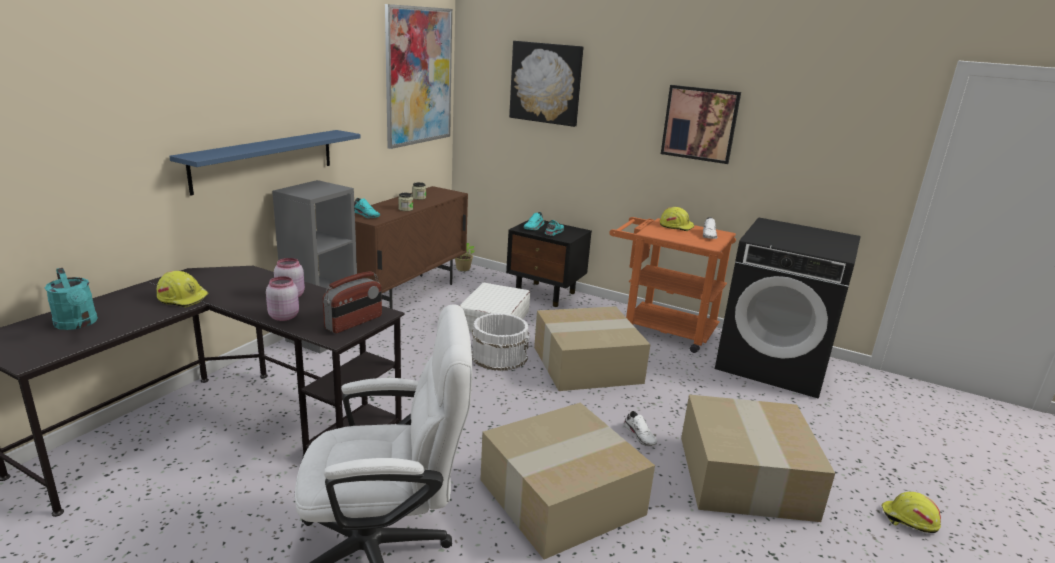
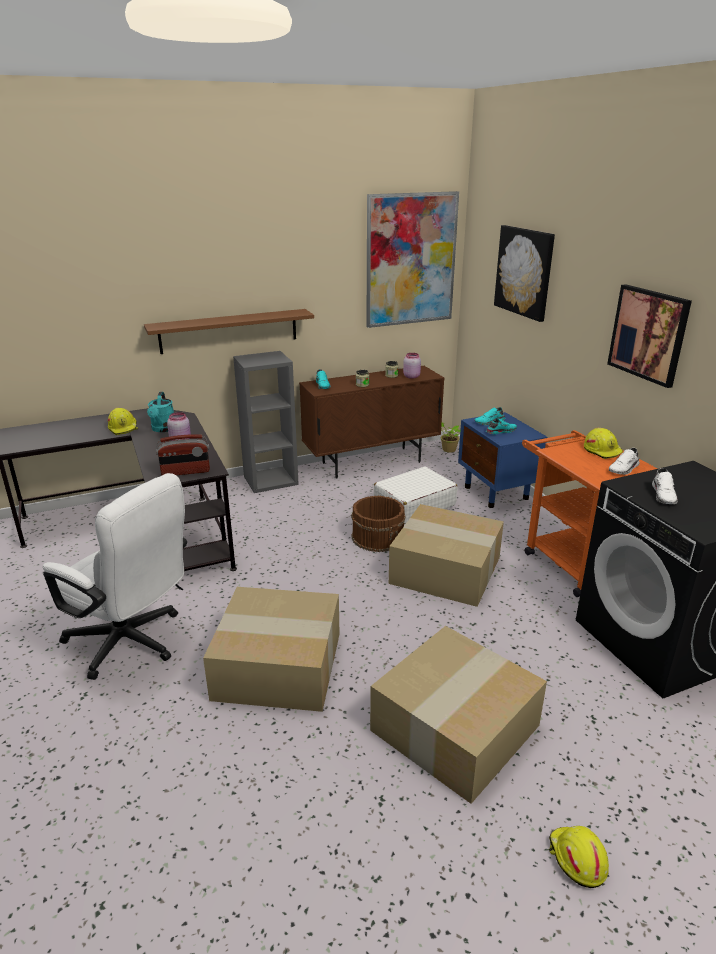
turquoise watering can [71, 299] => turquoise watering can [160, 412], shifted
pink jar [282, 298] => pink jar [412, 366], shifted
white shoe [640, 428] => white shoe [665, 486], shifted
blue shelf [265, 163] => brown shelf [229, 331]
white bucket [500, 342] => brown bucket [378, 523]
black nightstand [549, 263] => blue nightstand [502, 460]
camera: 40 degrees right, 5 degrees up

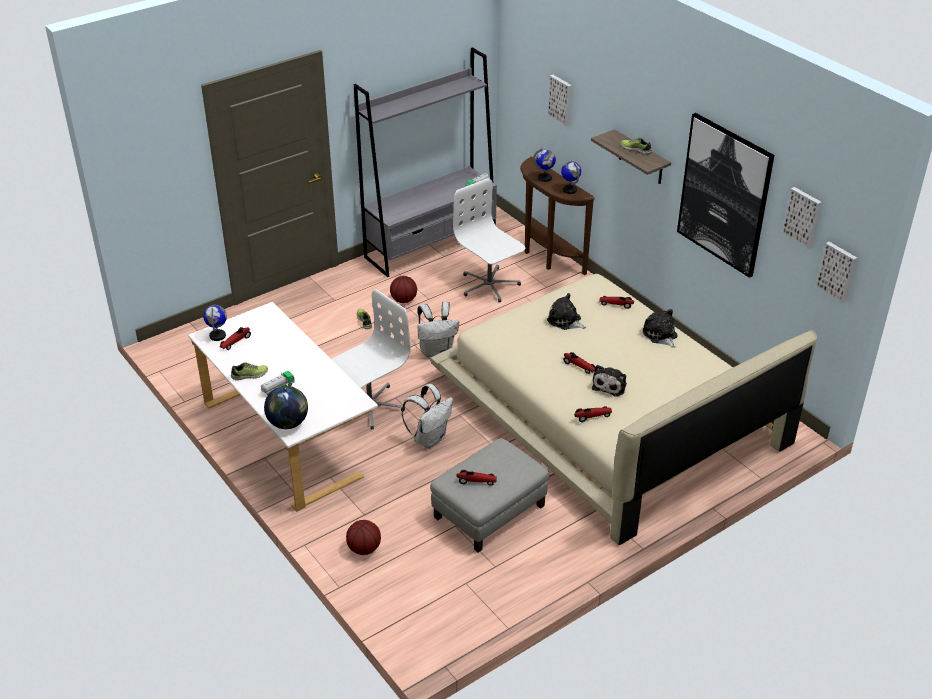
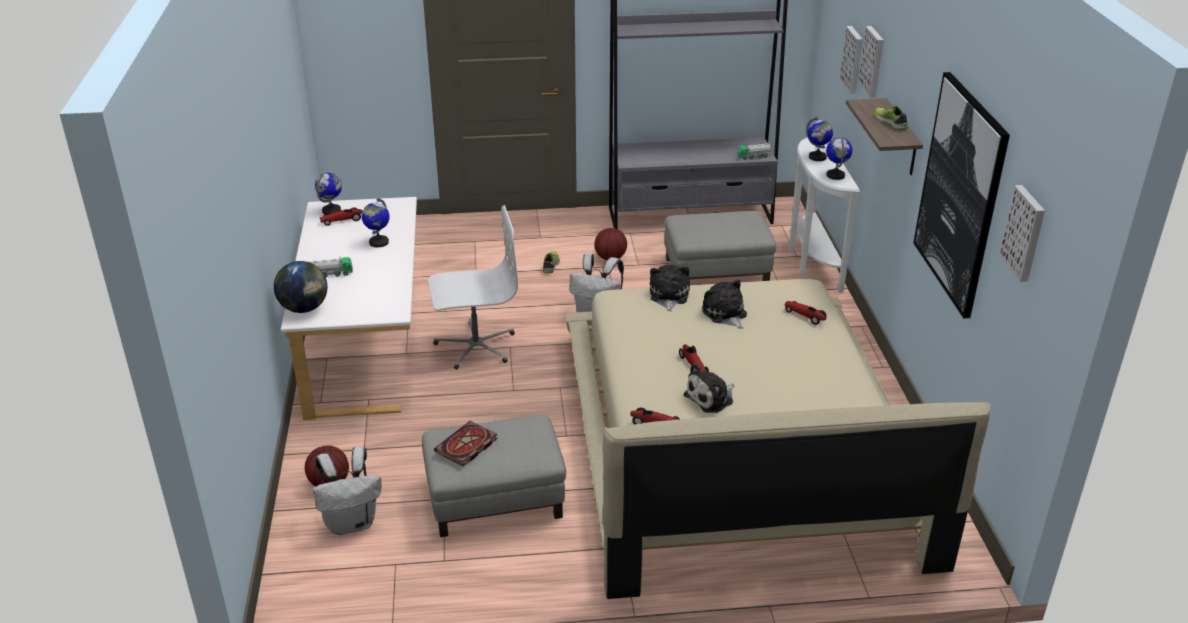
shoe [249, 371] => nothing
nothing => globe [375, 222]
white backpack [427, 416] => white backpack [347, 490], shifted
plush toy [660, 328] => plush toy [670, 288], shifted
picture [836, 272] => picture [871, 61], shifted
white office chair [489, 240] => grey ottoman [720, 246]
toy car [476, 478] => book [466, 443]
brown console table [557, 215] => white console table [824, 215]
camera: 30 degrees right, 5 degrees down

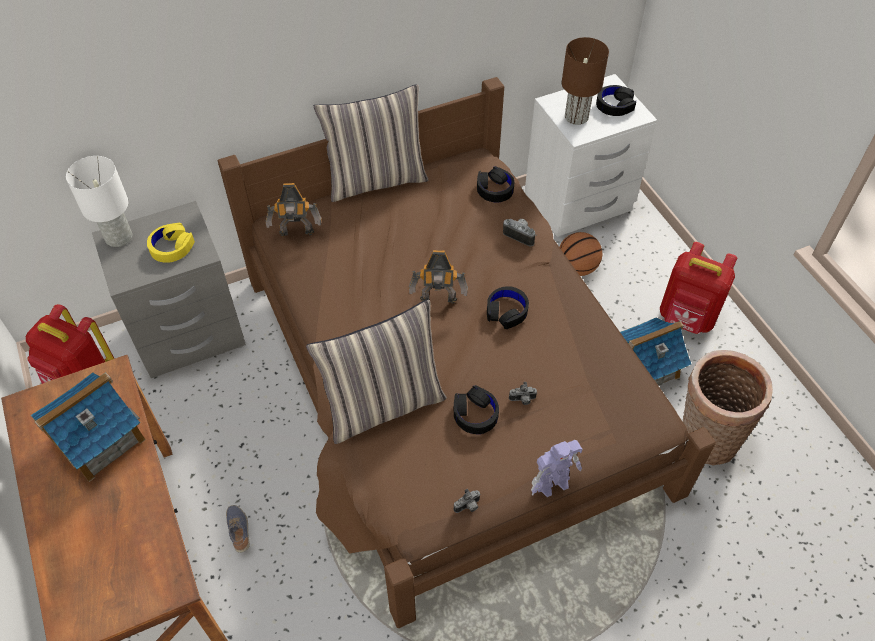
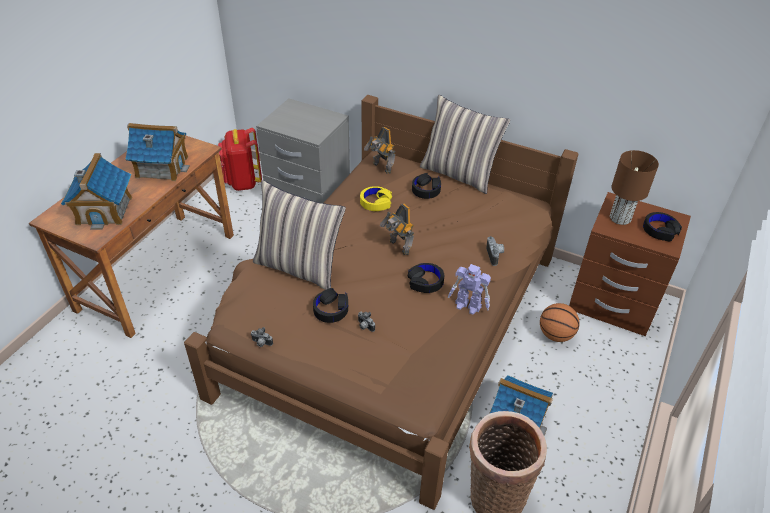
white table lamp [99, 201] => nothing
shoe [238, 529] => nothing
red backpack [698, 288] => nothing
nothing => toy house [96, 191]
yellow headphones [171, 243] => yellow headphones [376, 198], shifted
black headphones [495, 184] => black headphones [426, 186], shifted
toy robot [556, 468] => toy robot [469, 289], shifted
white nightstand [591, 155] => brown nightstand [630, 264]
camera: 50 degrees right, 10 degrees down

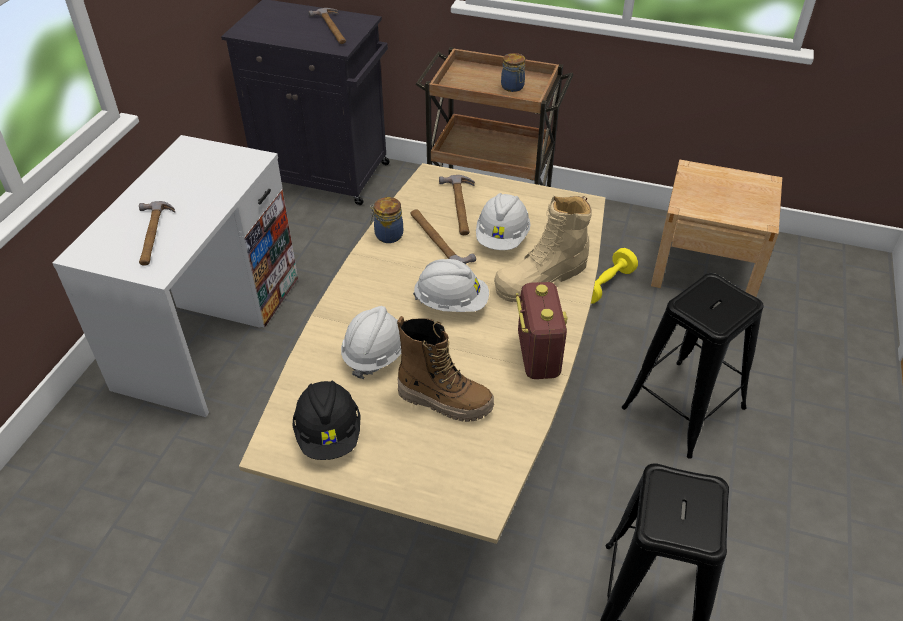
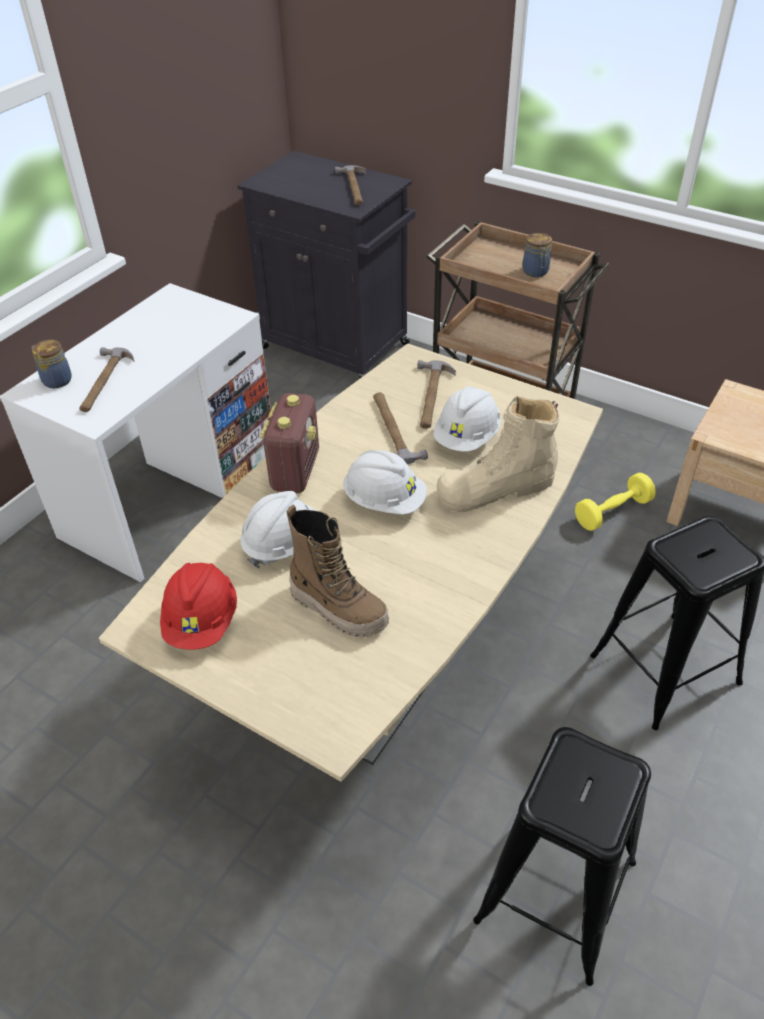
jar [386, 220] => jar [51, 364], shifted
radio [541, 330] => radio [289, 443], shifted
black hard hat [326, 420] => red hard hat [198, 606]
camera: 15 degrees right, 0 degrees up

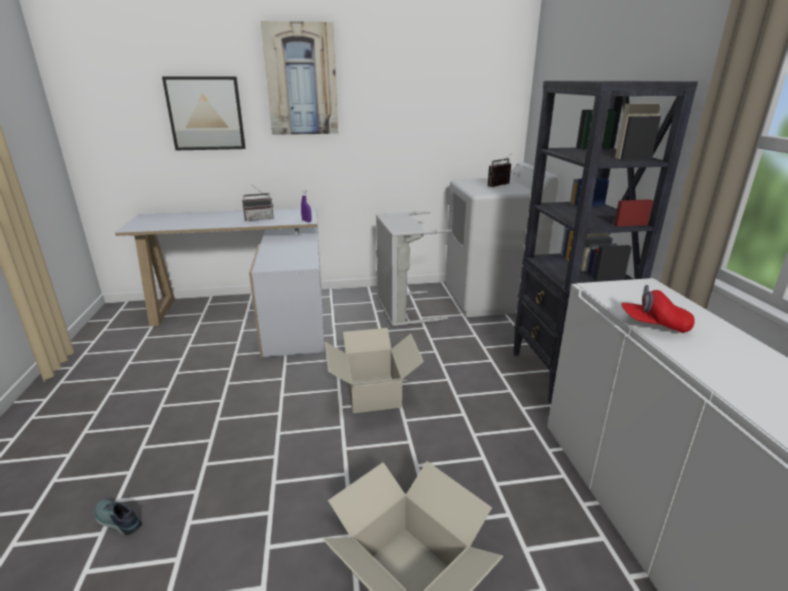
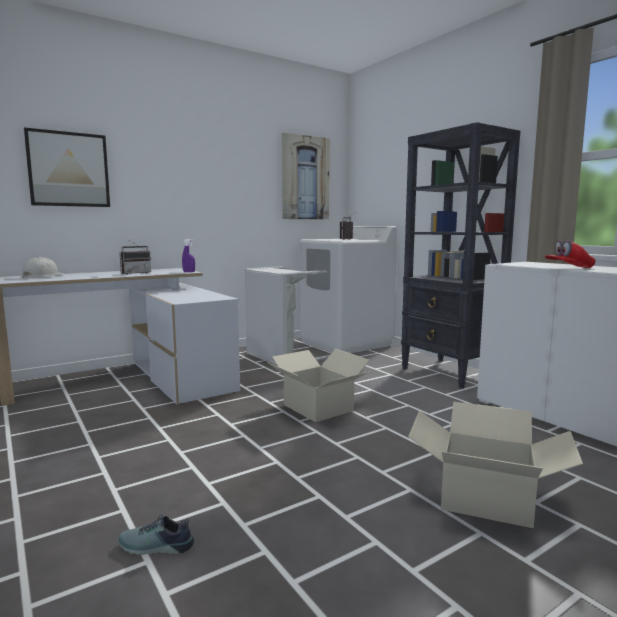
nothing => white hard hat [43, 267]
picture [299, 78] => picture [305, 176], shifted
camera: 25 degrees left, 15 degrees down

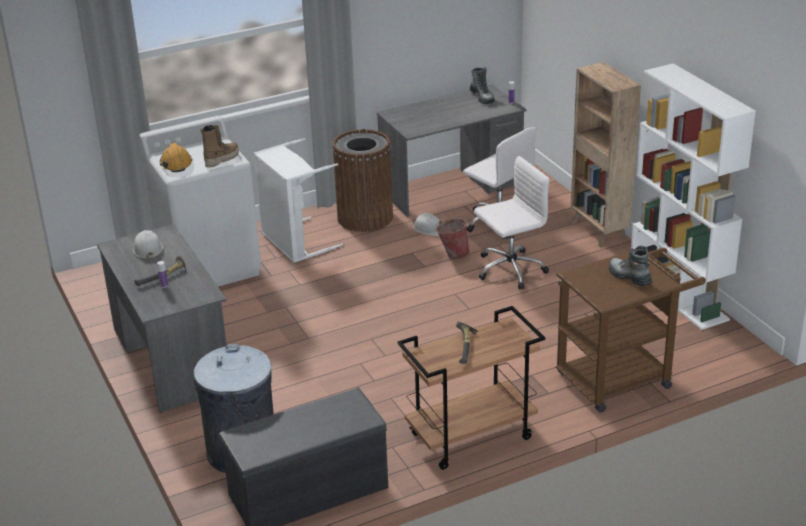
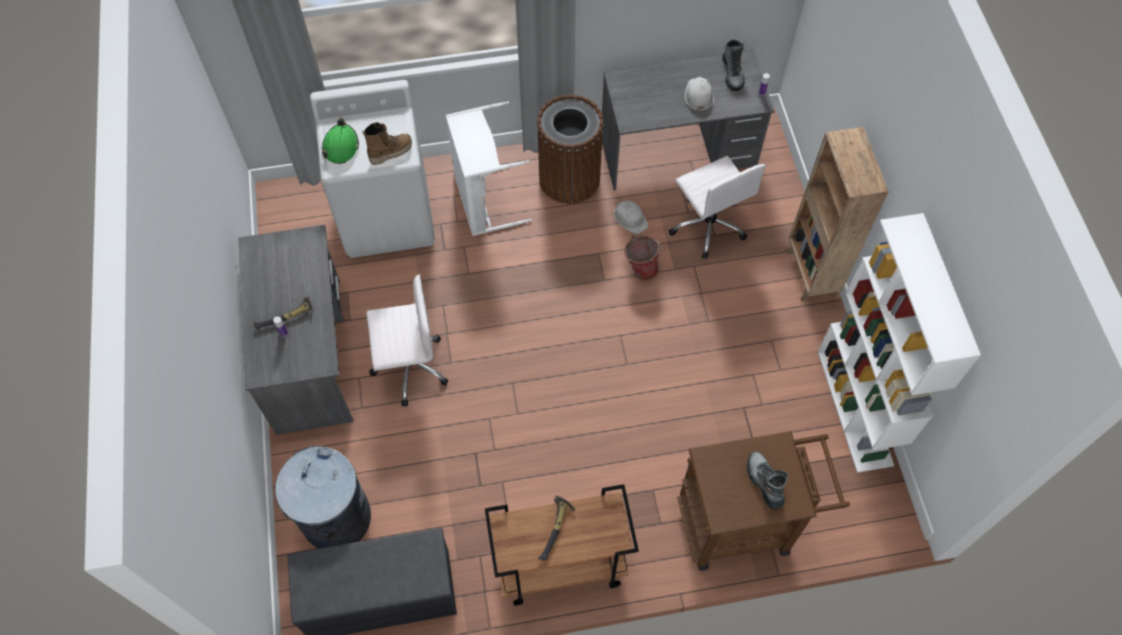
white hard hat [148, 245] => white hard hat [699, 94], shifted
white office chair [512, 223] => white office chair [407, 340], shifted
orange hard hat [176, 157] => green hard hat [340, 141]
camera: 15 degrees right, 30 degrees up

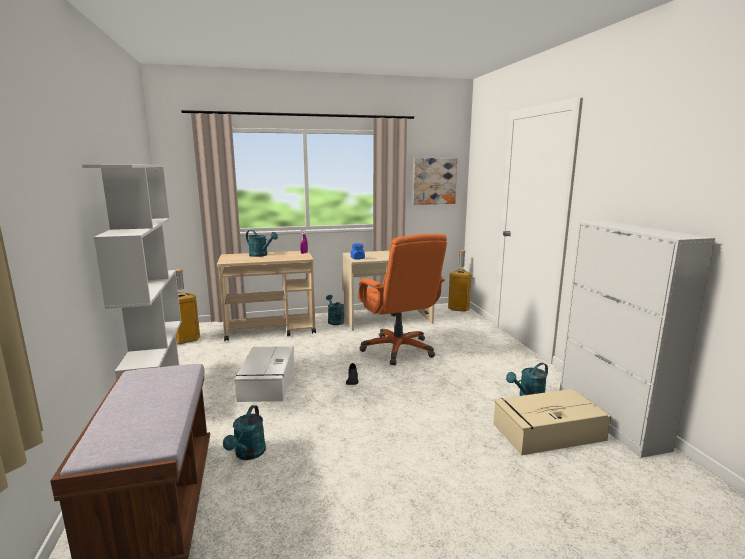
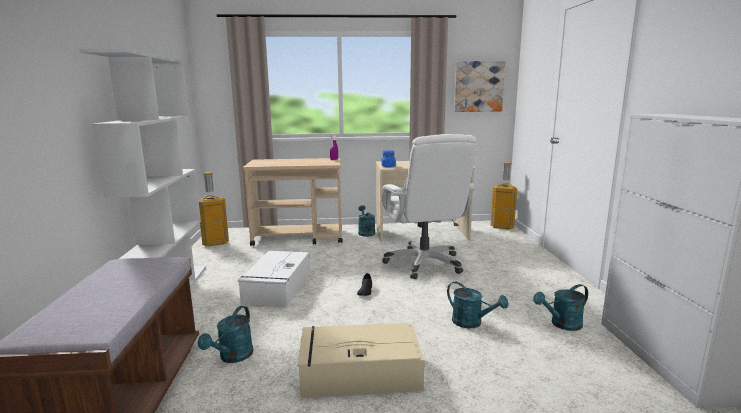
turquoise watering can [262, 243] => turquoise watering can [478, 305], shifted
beige storage box [552, 422] => beige storage box [360, 360], shifted
orange office chair [402, 299] => white office chair [429, 206]
camera: 10 degrees right, 0 degrees up

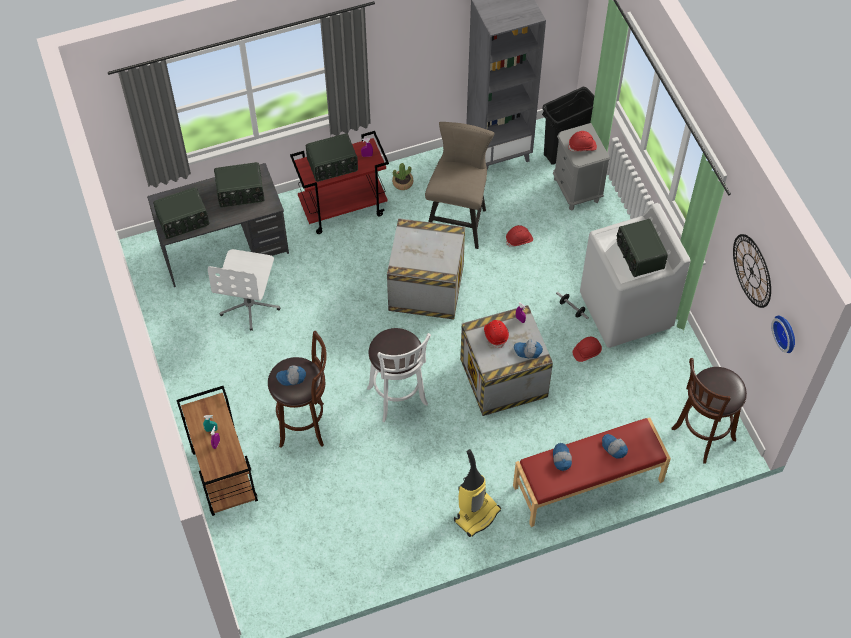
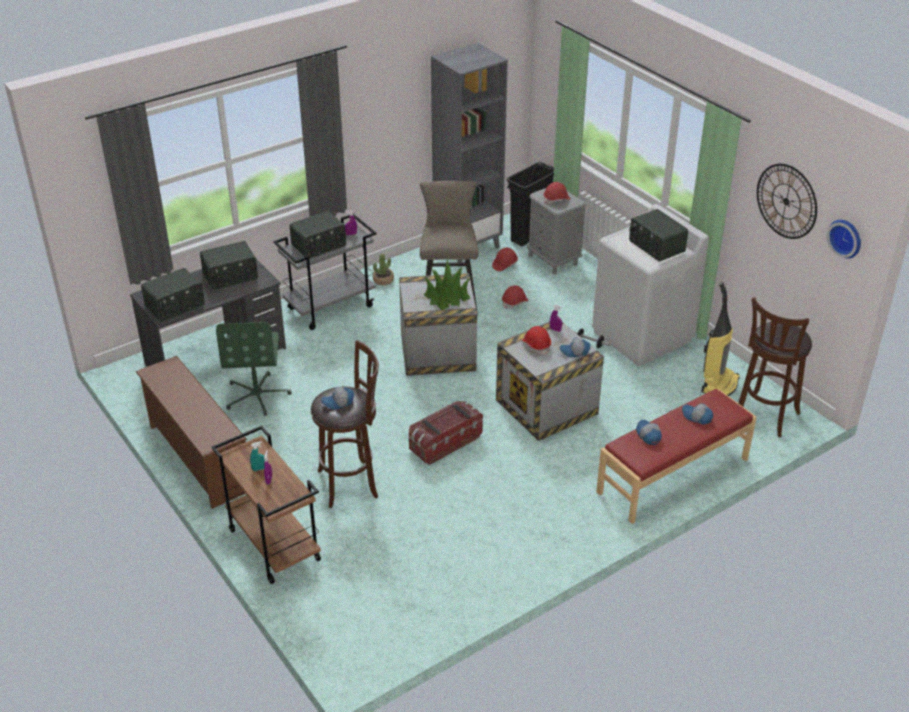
nothing => brown shoe rack [191, 432]
nothing => potted plant [447, 285]
vacuum cleaner [477, 493] => vacuum cleaner [720, 339], shifted
red hard hat [587, 349] => red hard hat [505, 259], shifted
white stool [399, 375] => storage box [446, 433]
white office chair [244, 290] => green office chair [253, 369]
red cart [339, 182] => grey cart [325, 272]
camera: 15 degrees left, 20 degrees down

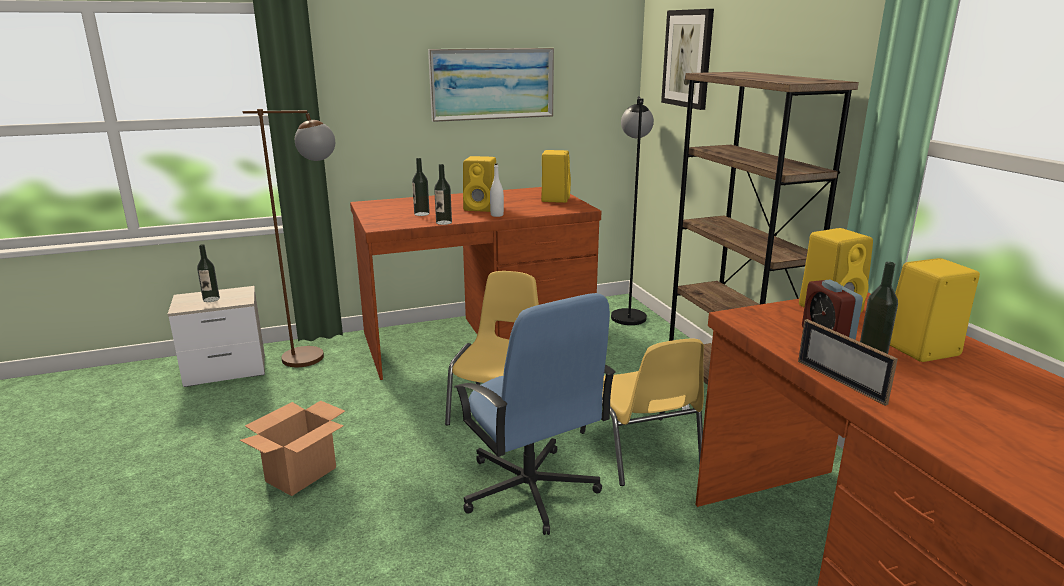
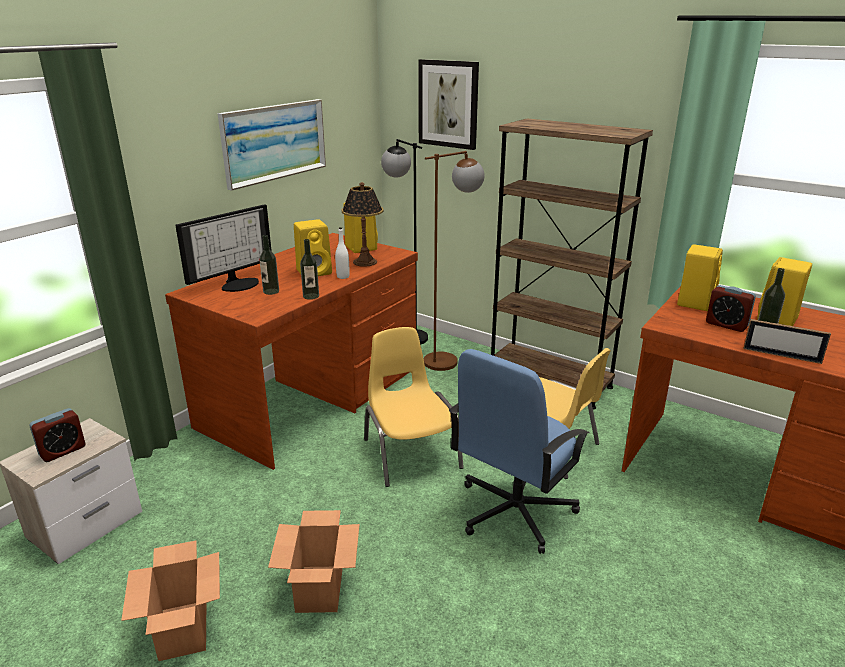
nothing => cardboard box [170, 601]
nothing => monitor [223, 248]
nothing => table lamp [363, 224]
brown floor lamp [289, 238] => brown floor lamp [454, 261], shifted
bottle [208, 273] => alarm clock [57, 435]
blue office chair [535, 414] => blue office chair [519, 451], 105 degrees clockwise
camera: 35 degrees left, 5 degrees up

